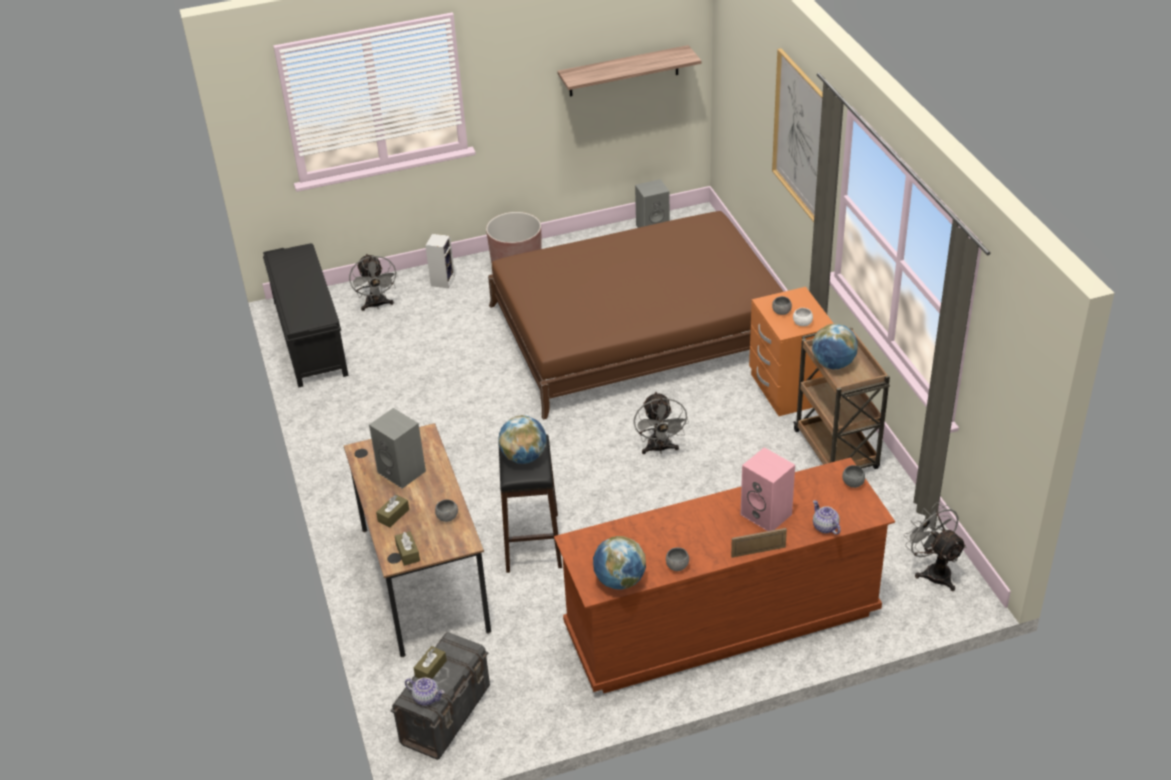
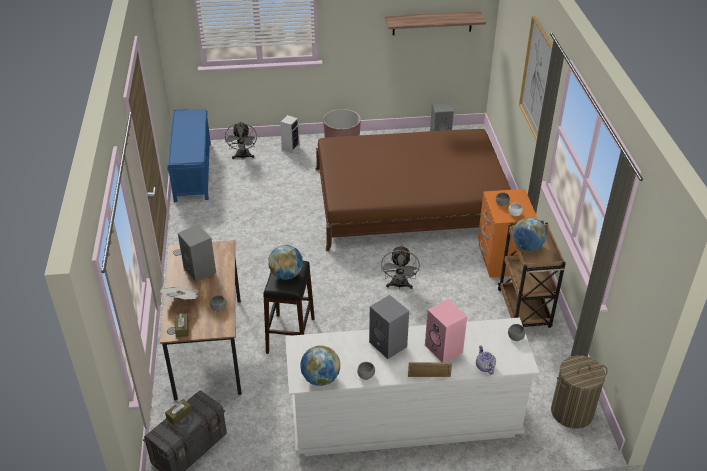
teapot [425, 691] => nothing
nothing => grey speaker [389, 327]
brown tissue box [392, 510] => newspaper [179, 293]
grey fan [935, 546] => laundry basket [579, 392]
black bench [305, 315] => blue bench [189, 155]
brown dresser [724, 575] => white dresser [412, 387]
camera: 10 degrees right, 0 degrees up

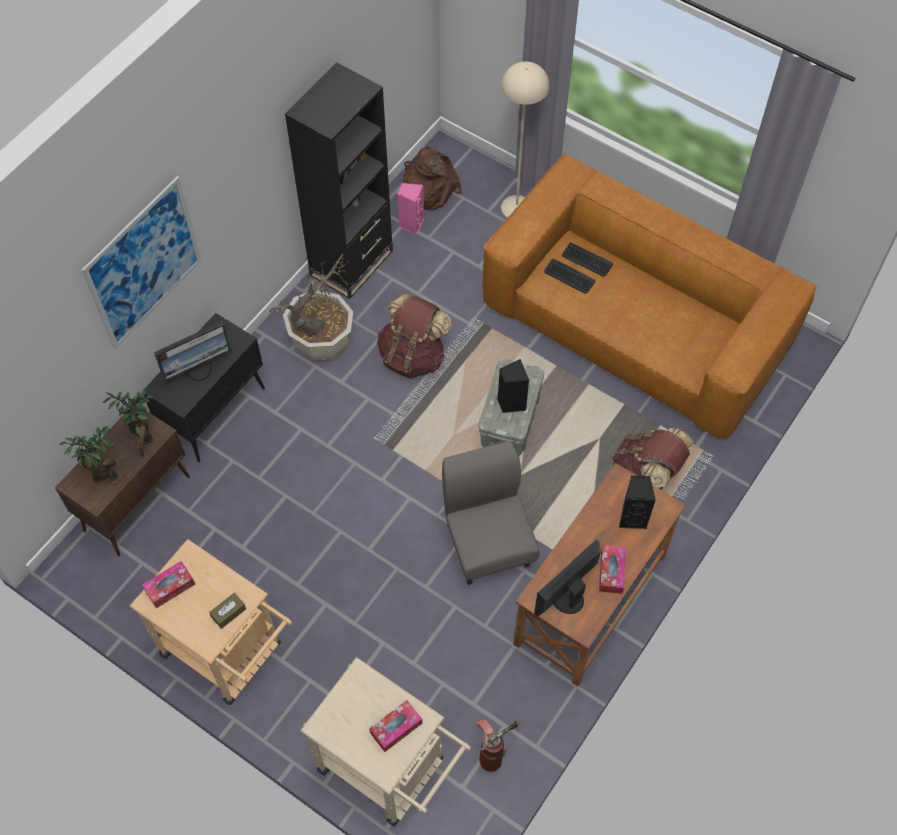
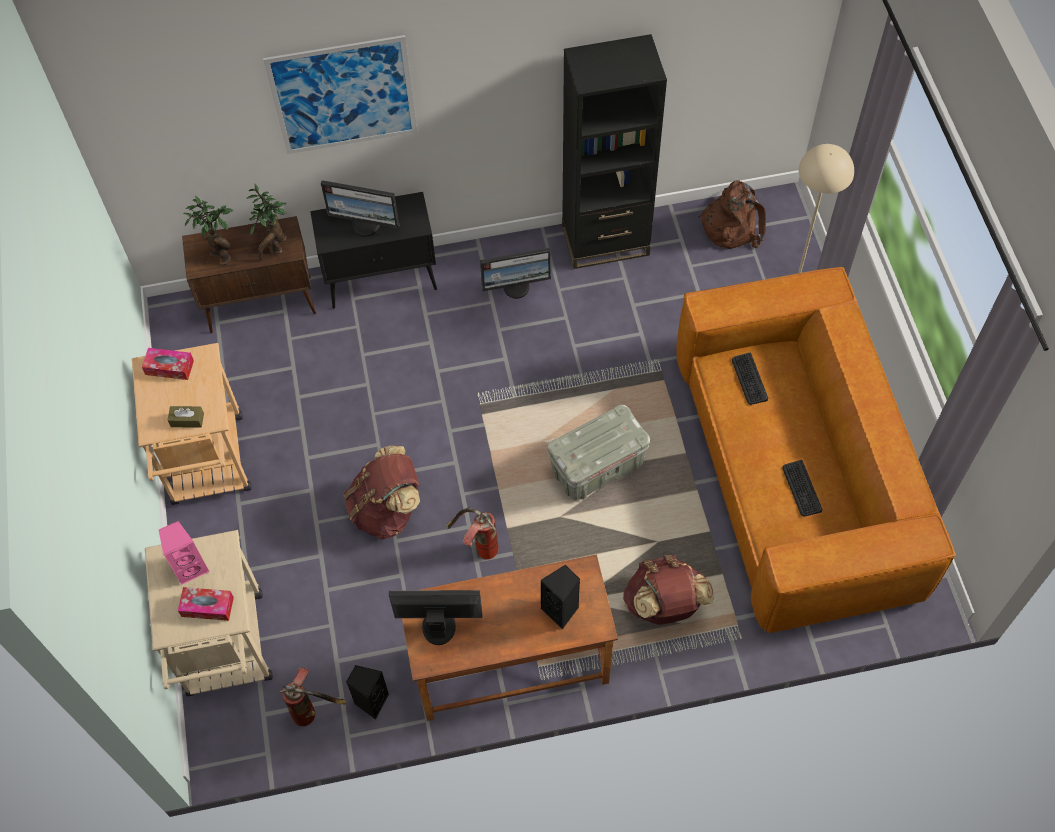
tissue box [612, 569] => nothing
brown backpack [414, 336] => brown backpack [382, 492], shifted
pink speaker [410, 208] => pink speaker [184, 553], shifted
black speaker [513, 386] => black speaker [367, 692], shifted
keyboard [587, 259] => keyboard [802, 488], shifted
potted plant [311, 307] => monitor [515, 273]
grey chair [491, 513] => fire extinguisher [472, 533]
camera: 45 degrees right, 0 degrees up

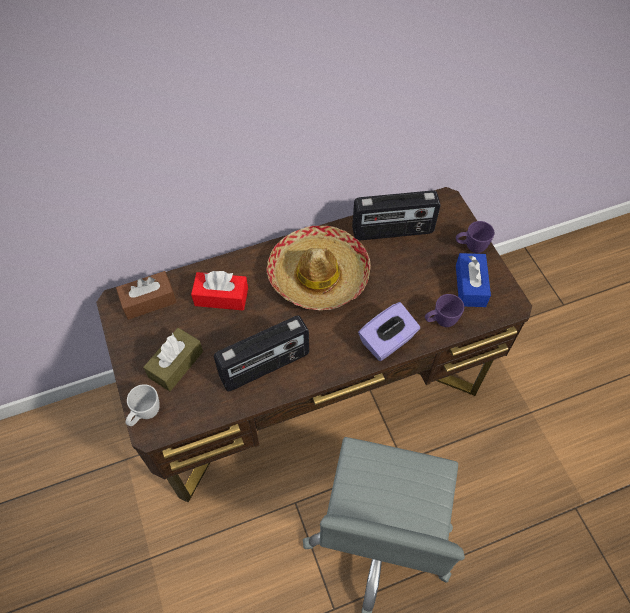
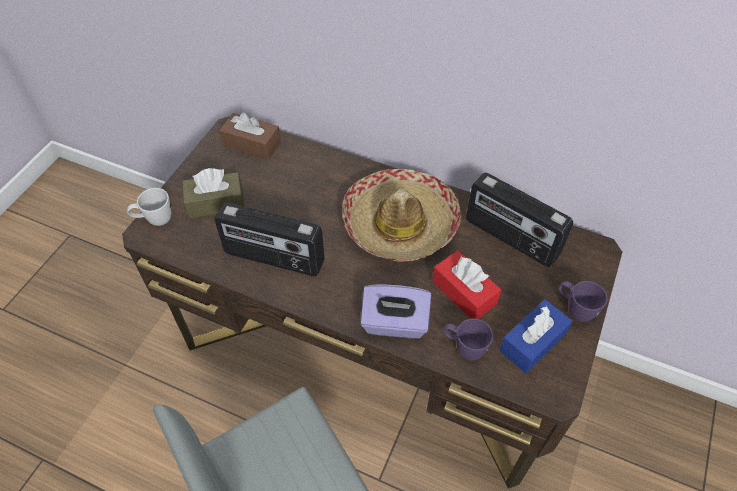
red tissue box [219, 291] => red tissue box [466, 284], shifted
camera: 45 degrees right, 5 degrees down

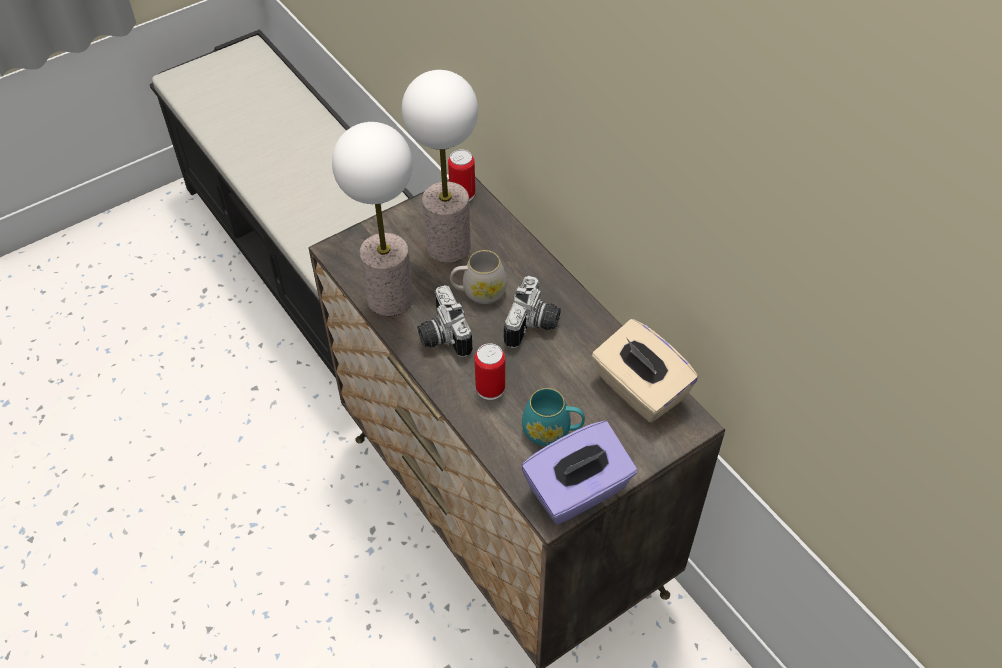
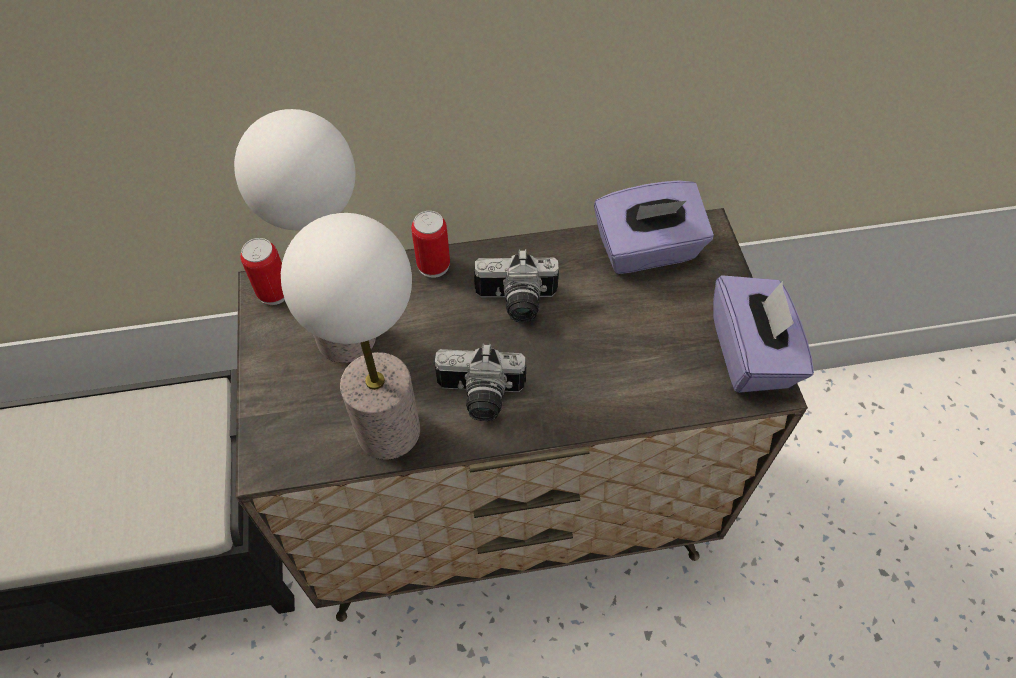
white mug [478, 277] => nothing
turquoise mug [553, 417] => nothing
can [490, 371] => can [430, 244], shifted
beige tissue box [645, 370] => purple tissue box [654, 227]
photo camera [532, 312] => photo camera [516, 286], 135 degrees clockwise
camera: 65 degrees left, 5 degrees up

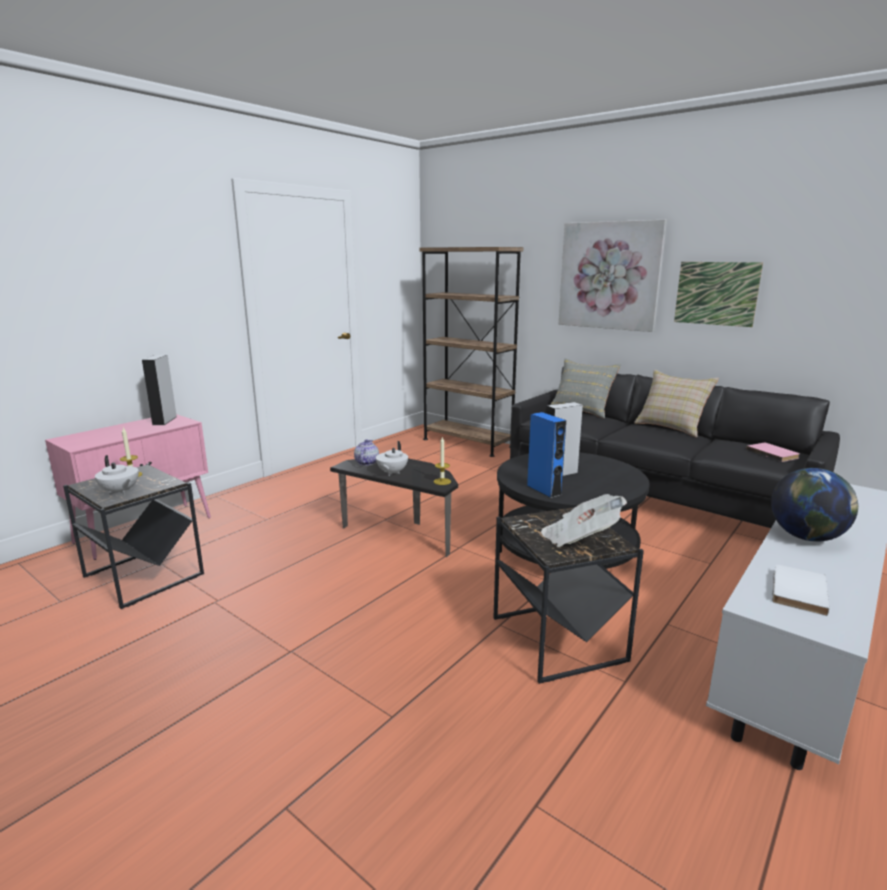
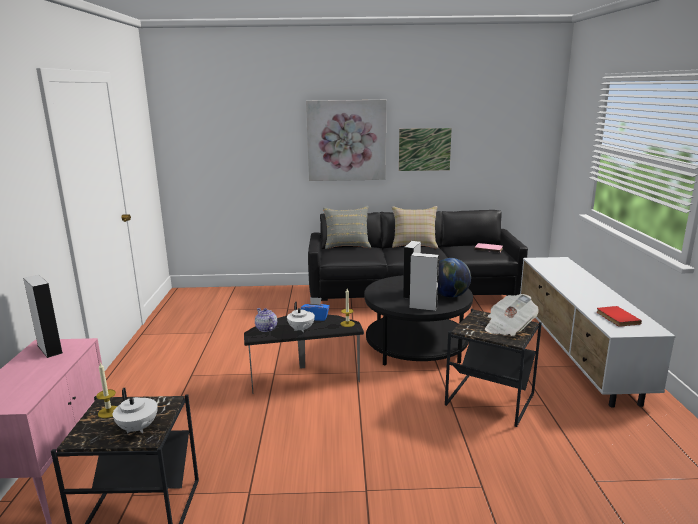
brown bookcase [471, 352] => nothing
nothing => blue tissue box [315, 309]
globe [814, 505] => globe [454, 278], shifted
blue speaker [546, 455] => grey speaker [424, 282]
white book [800, 590] => red book [619, 316]
white teapot [117, 475] => white teapot [135, 410], 45 degrees clockwise
camera: 40 degrees left, 0 degrees up

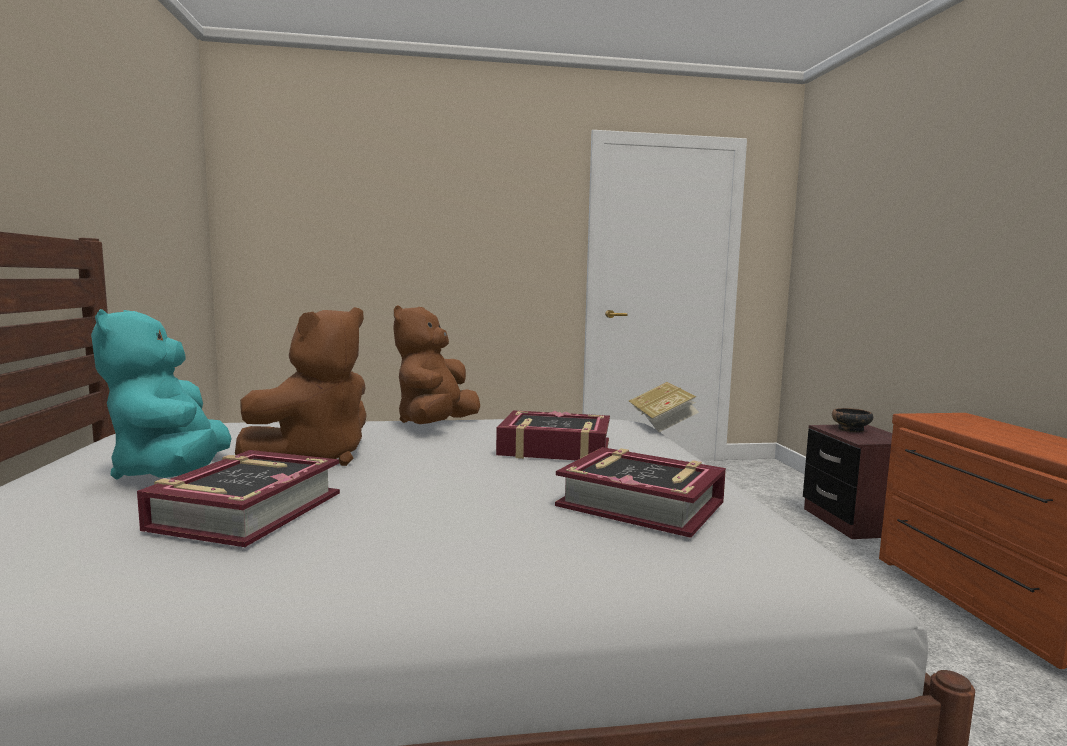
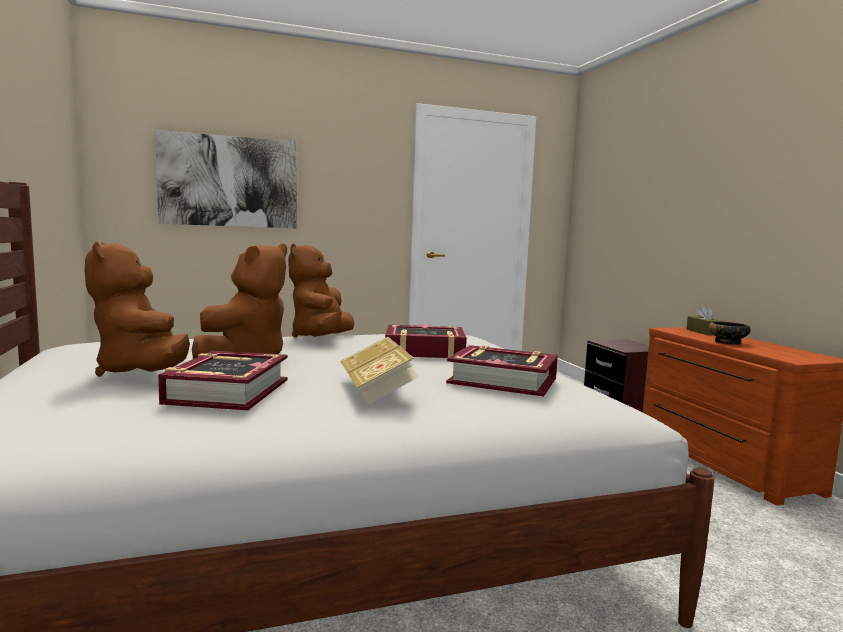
nothing => picture [226, 179]
nothing => brown tissue box [705, 320]
book [664, 407] => book [379, 370], shifted
bowl [852, 420] => bowl [730, 333], shifted
turquoise plush toy [161, 394] => brown plush toy [137, 309]
camera: 10 degrees left, 0 degrees up

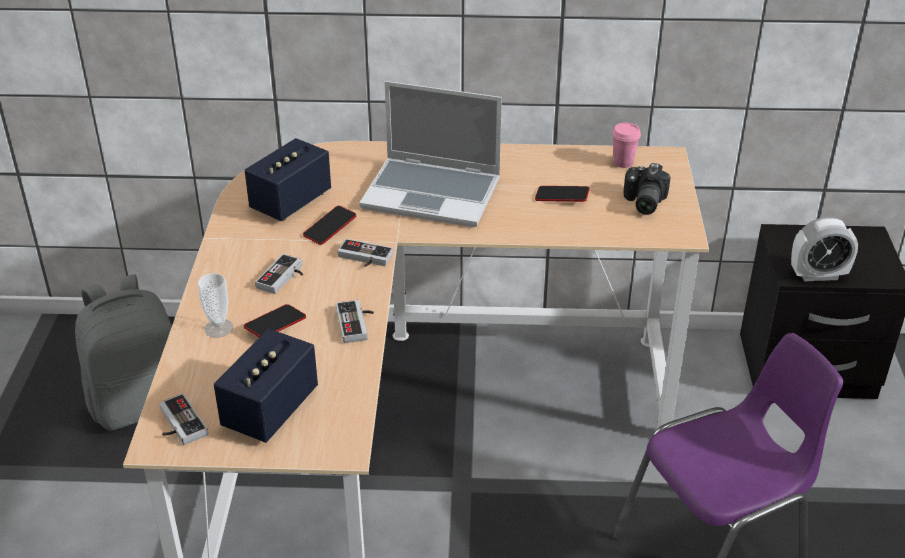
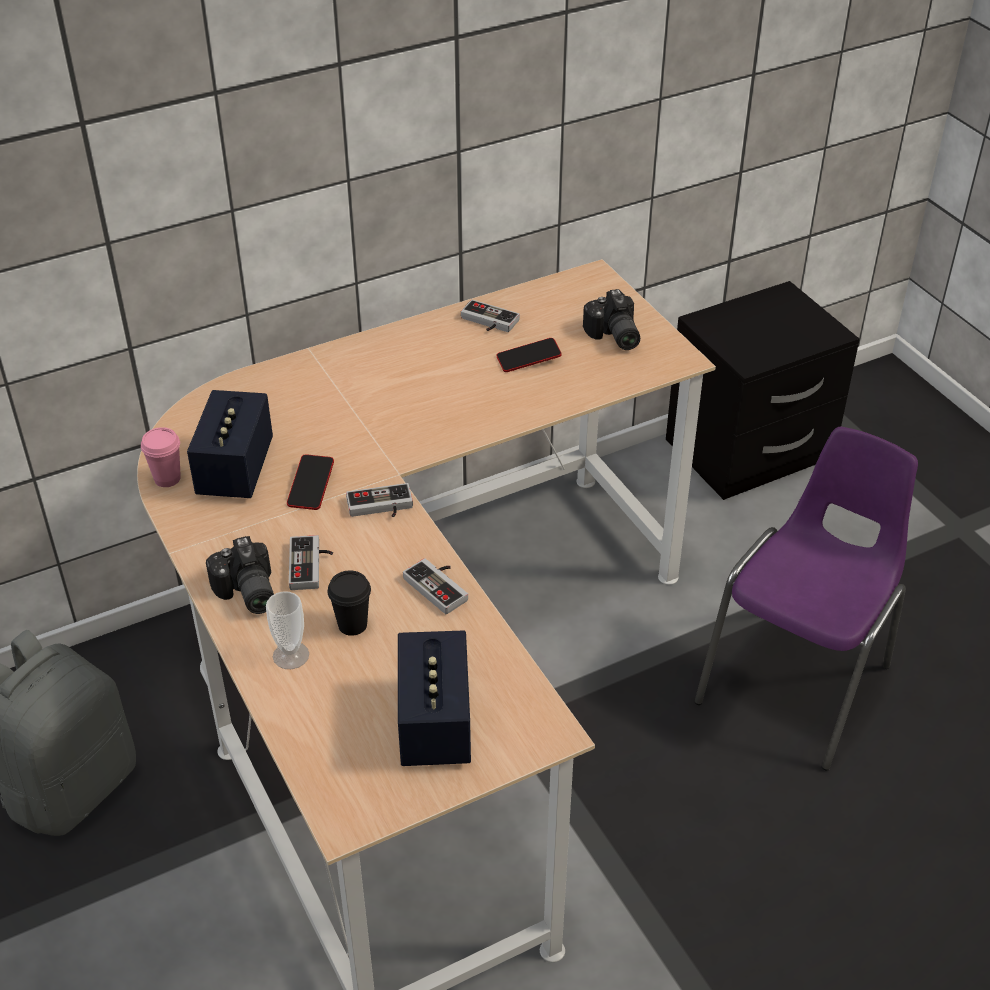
laptop [430, 154] => nothing
alarm clock [824, 249] => nothing
nothing => photo camera [240, 575]
game controller [183, 419] => game controller [490, 316], shifted
pink cup [626, 145] => pink cup [161, 457], shifted
phone [275, 321] => black cup [349, 603]
camera: 30 degrees left, 5 degrees up

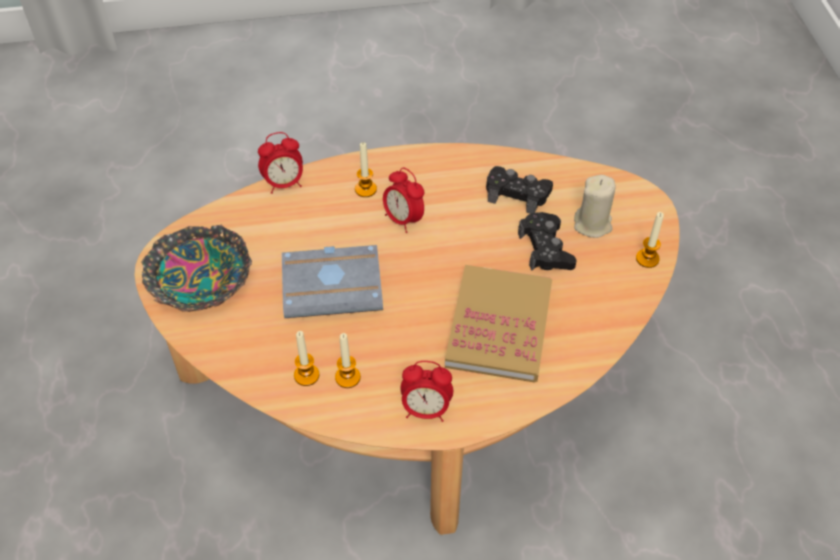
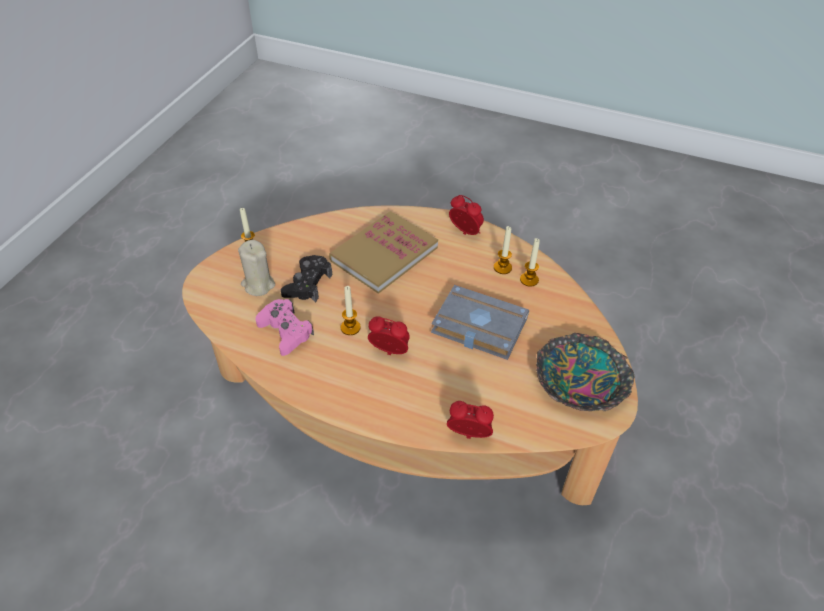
candle [366, 169] => candle [350, 310], shifted
black game controller [519, 190] => pink game controller [285, 327]
alarm clock [403, 200] => alarm clock [389, 335], 60 degrees counterclockwise
camera: 150 degrees left, 5 degrees down

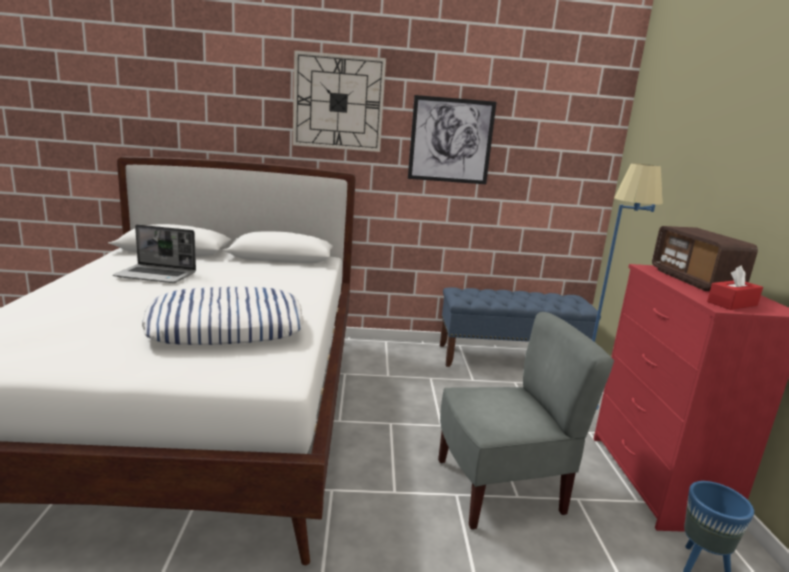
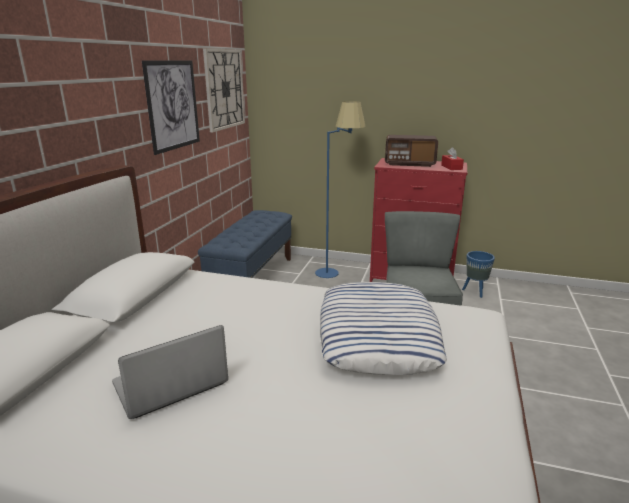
wall clock [339, 101] => wall clock [224, 90], shifted
laptop [154, 253] => laptop [170, 372], 150 degrees counterclockwise
camera: 70 degrees left, 5 degrees up

